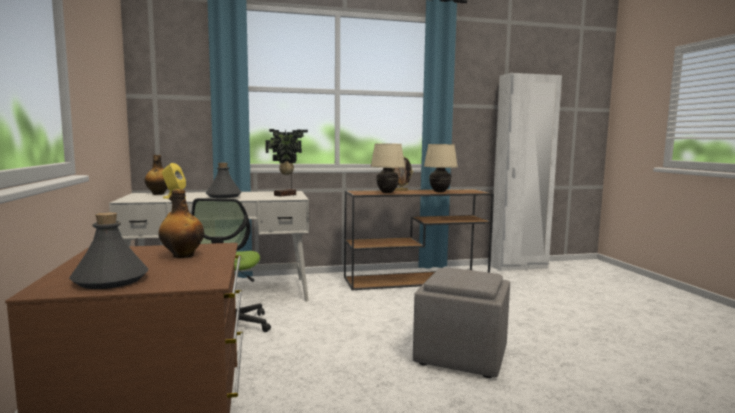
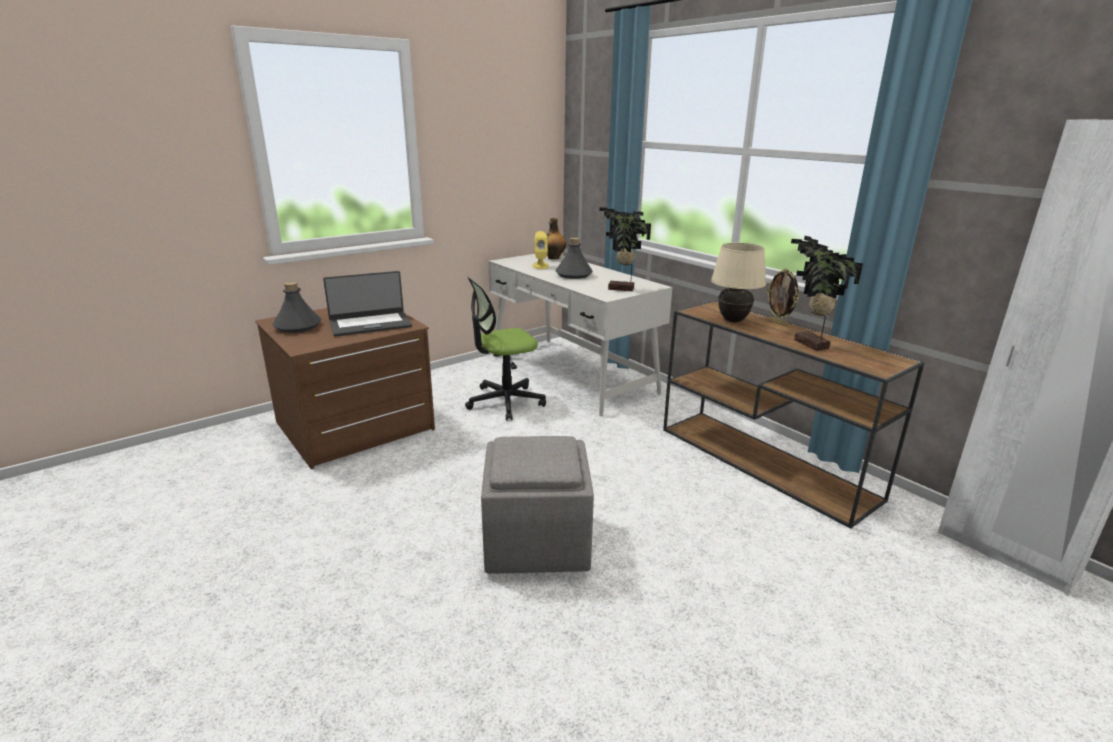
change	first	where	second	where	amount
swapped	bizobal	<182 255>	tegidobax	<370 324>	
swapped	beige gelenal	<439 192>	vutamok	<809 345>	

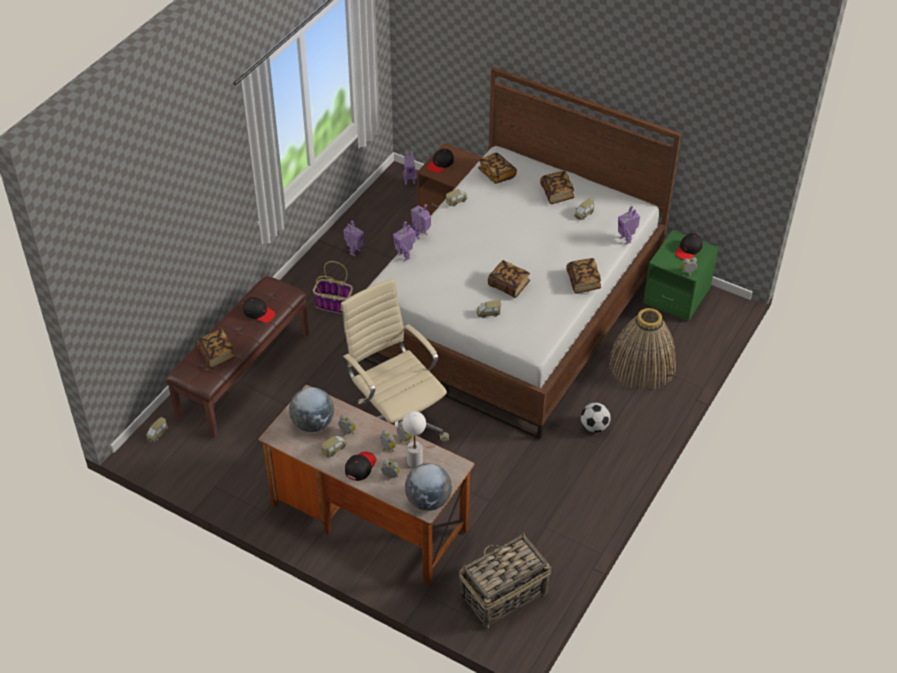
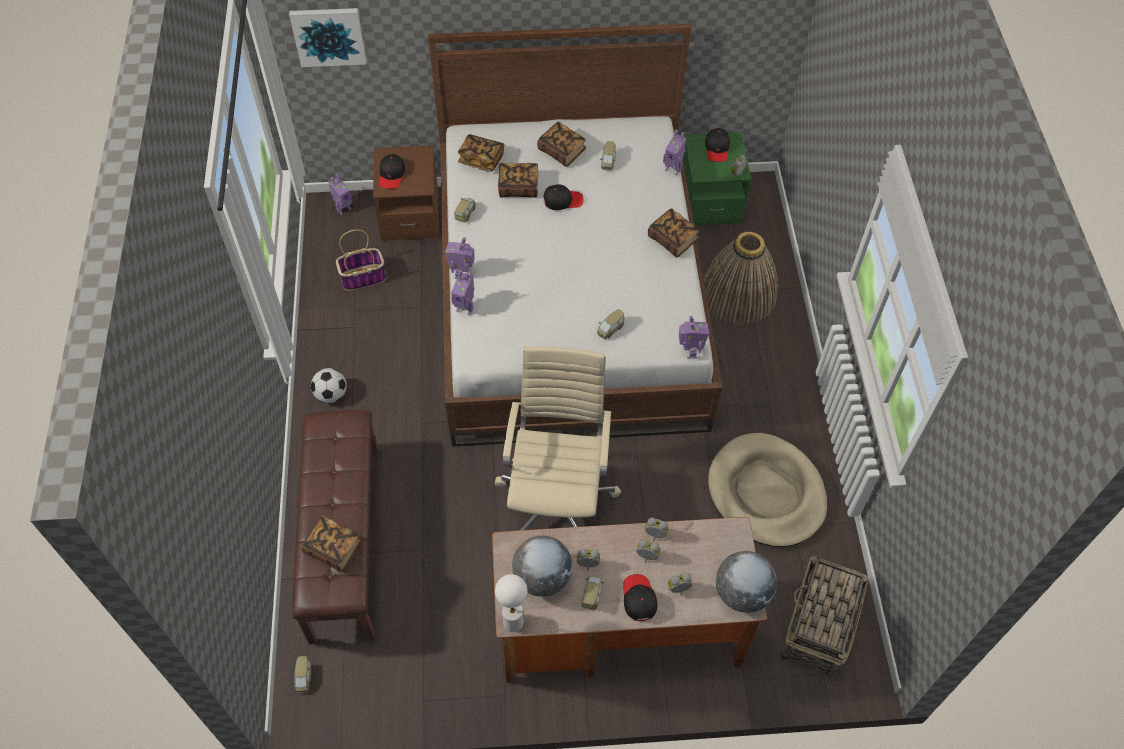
change	first	where	second	where	amount
shifted	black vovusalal	<259 313>		<562 200>	
shifted	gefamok	<334 304>		<363 277>	
rotated	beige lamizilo	<395 423>		<557 501>	75 degrees clockwise
shifted	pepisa	<354 252>		<690 352>	
shifted	white gelenal	<414 461>		<513 622>	
shifted	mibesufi	<508 285>		<518 187>	
shifted	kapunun	<594 426>		<331 394>	
new			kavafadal	<329 36>	
new			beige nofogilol	<766 493>	

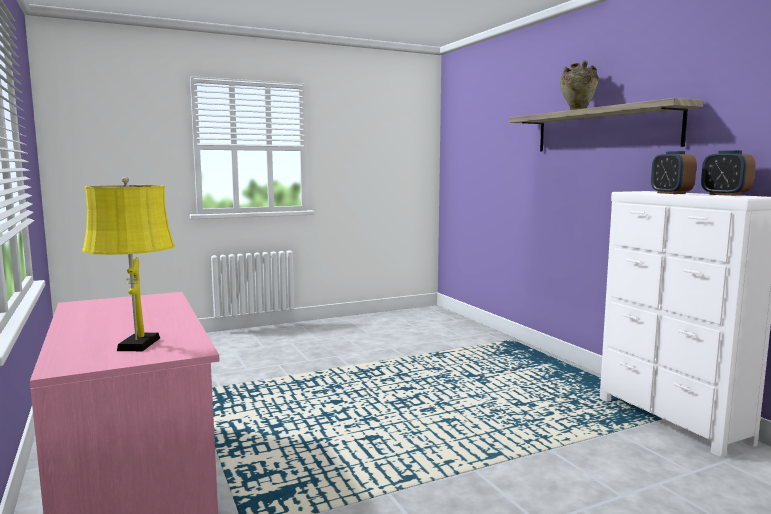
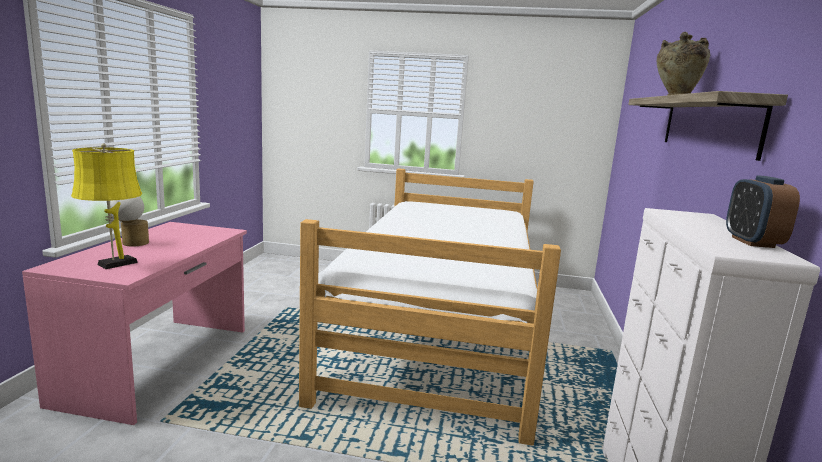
change	first	where	second	where	amount
gone	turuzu	<671 193>			
new			gelenal	<131 243>	
new			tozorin	<440 331>	

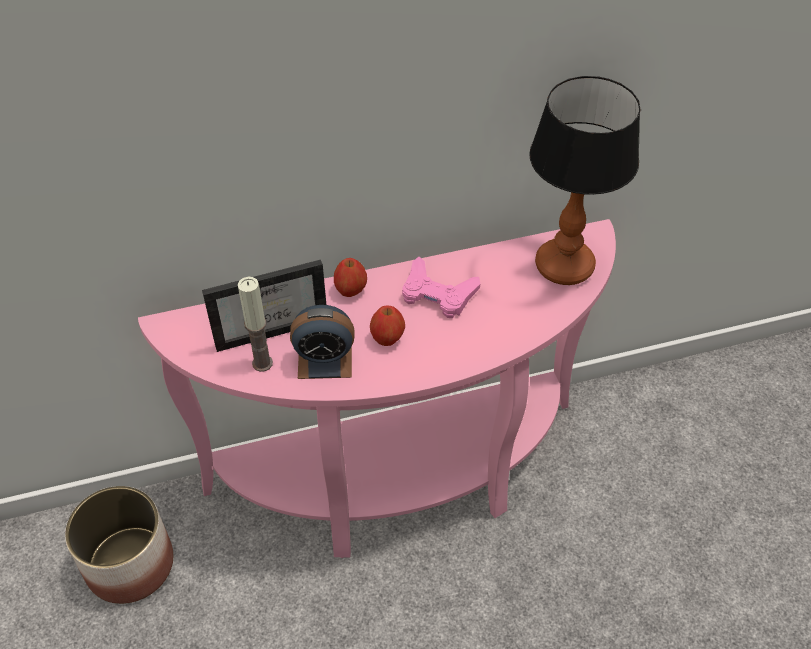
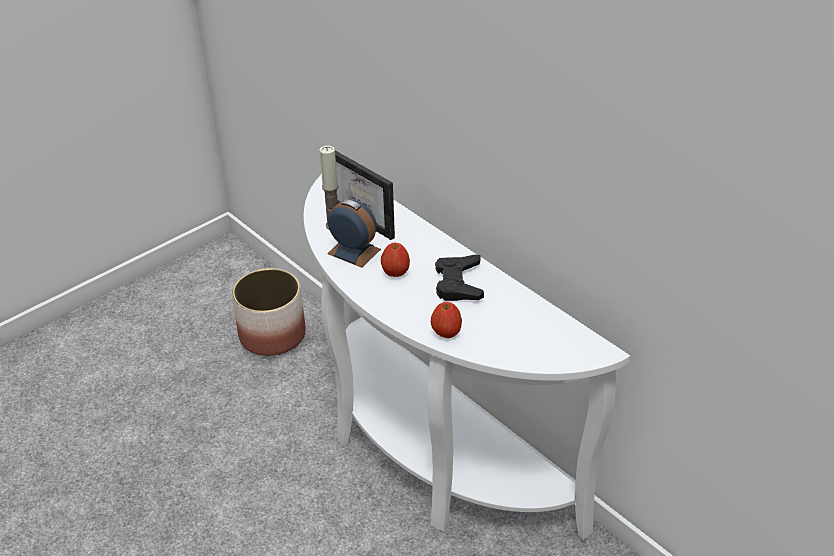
change	first	where	second	where	amount
repainted	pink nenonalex	<402 483>	white nenonalex	<427 453>	
rotated	turuzu	<325 361>		<354 251>	150 degrees clockwise
shifted	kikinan	<350 290>		<446 333>	
repainted	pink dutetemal	<437 294>	black dutetemal	<458 283>	
gone	gelenal	<563 267>			

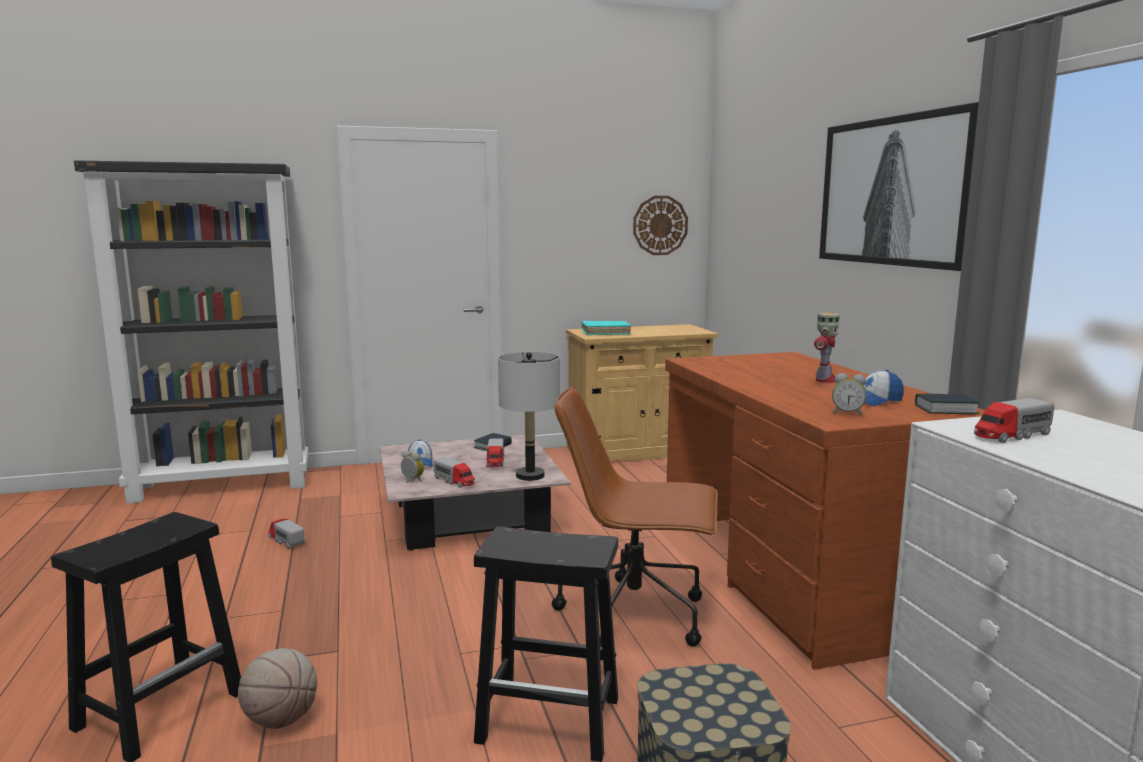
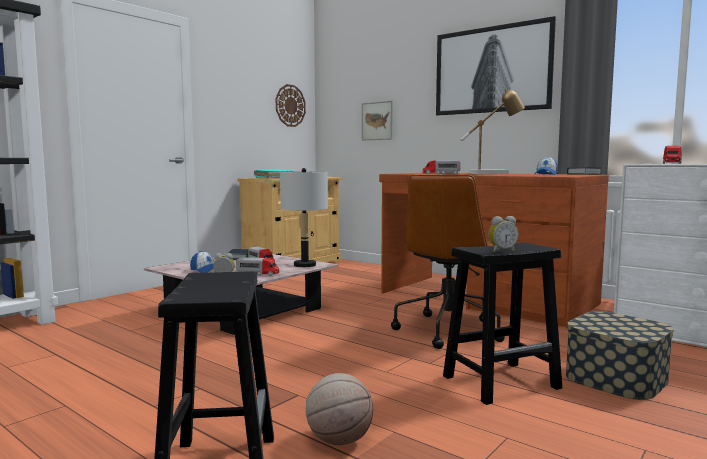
change	first	where	second	where	amount
shifted	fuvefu	<286 540>		<441 174>	
rotated	brown lamizilo	<636 615>		<447 330>	45 degrees counterclockwise
swapped	pepisa	<824 380>	gelenal	<493 173>	
shifted	turuzu	<847 413>		<501 251>	
new			kavafadal	<377 121>	

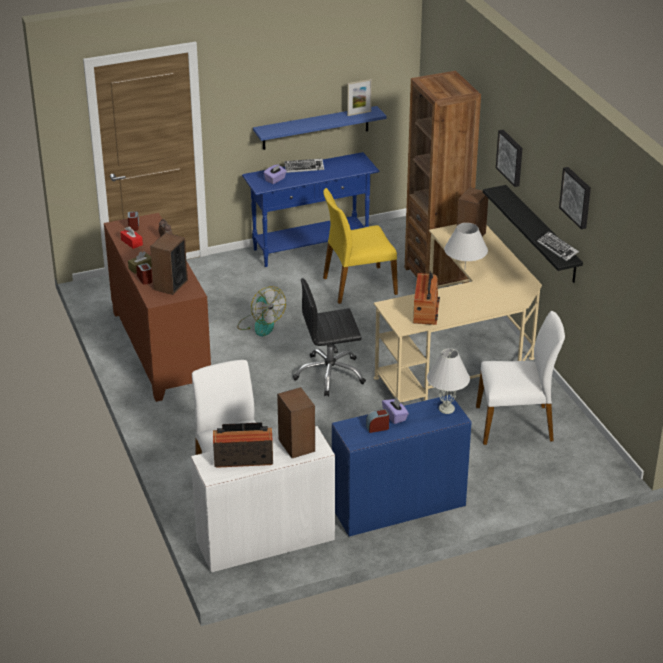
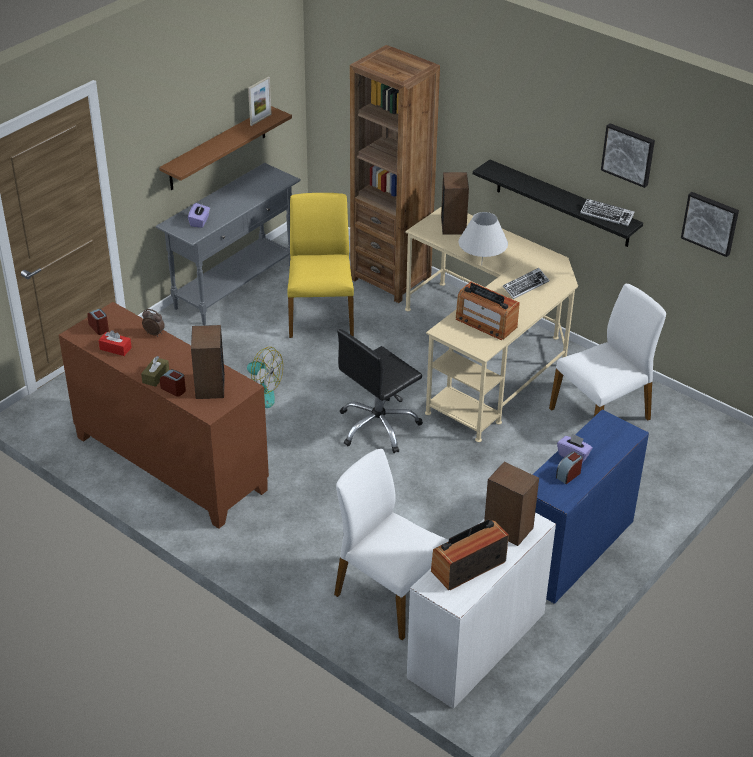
change	first	where	second	where	amount
repainted	blue nenonalex	<311 248>	grey nenonalex	<235 287>	
repainted	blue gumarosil	<315 128>	brown gumarosil	<217 149>	
shifted	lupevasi	<304 168>		<525 286>	
rotated	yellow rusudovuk	<358 285>		<320 314>	135 degrees clockwise
rotated	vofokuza	<426 310>		<486 323>	150 degrees clockwise
gone	white gelenal	<446 408>			
shifted	kavafadal	<511 157>		<710 223>	

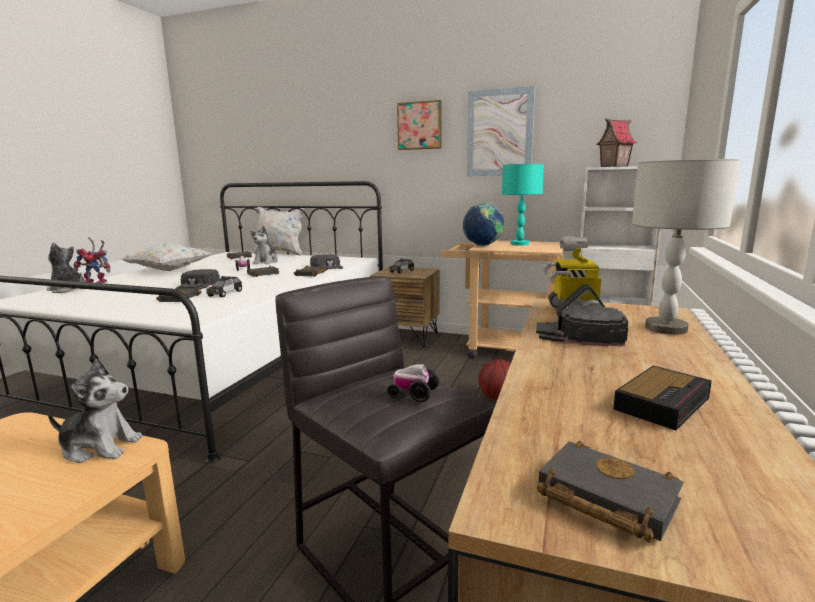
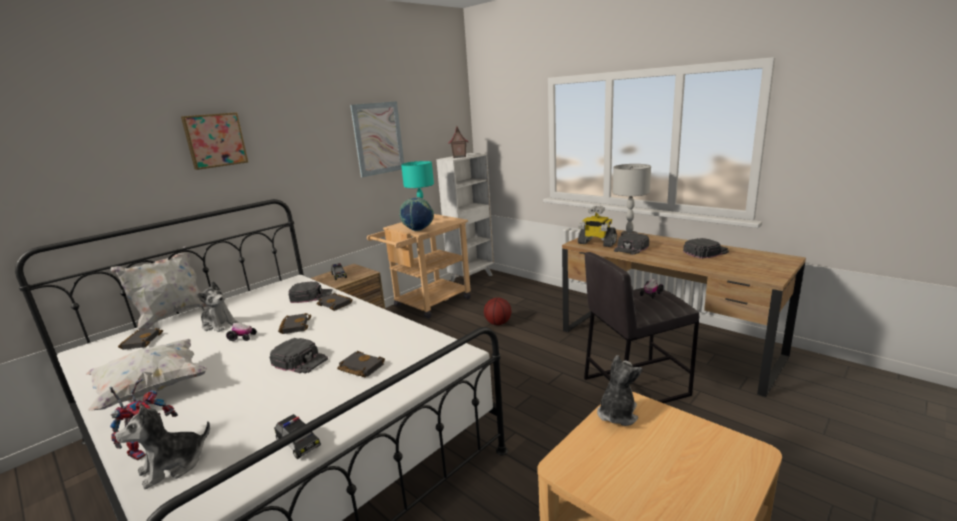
change	first	where	second	where	amount
shifted	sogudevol	<225 293>		<298 443>	
shifted	kavafadal	<420 126>		<215 140>	
gone	black mibesufi	<602 497>			
swapped	turuzu	<663 403>	black vovusalal	<705 252>	

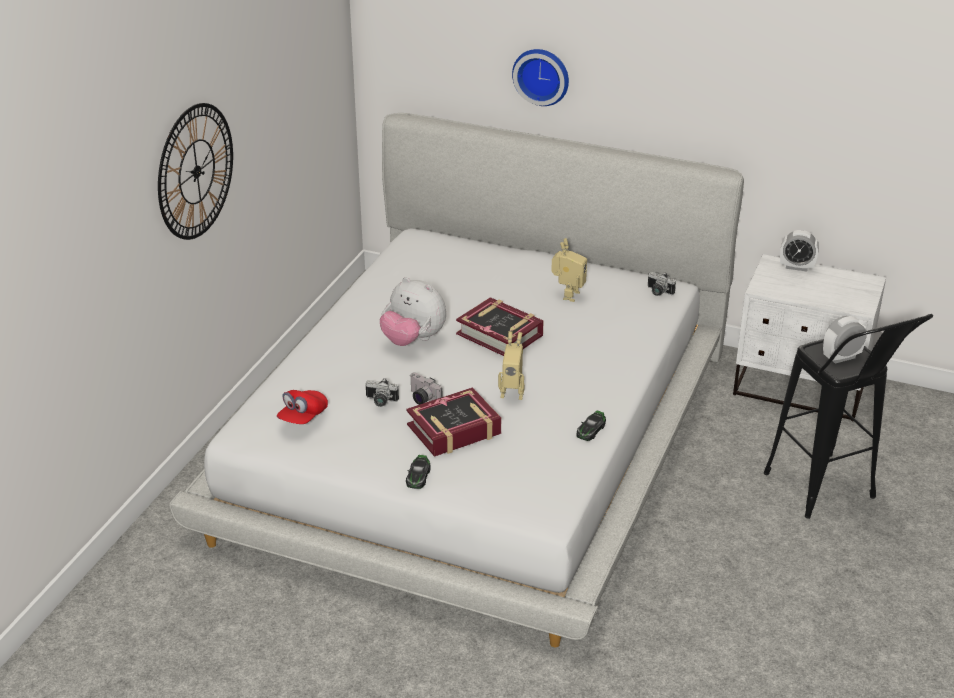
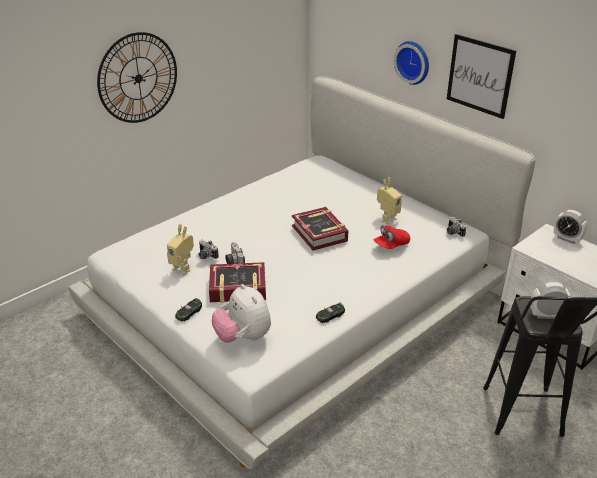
change	first	where	second	where	amount
shifted	red vovusalal	<303 417>		<391 245>	
shifted	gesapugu	<413 340>		<243 337>	
shifted	pepisa	<512 392>		<183 268>	
new			kavafadal	<480 76>	

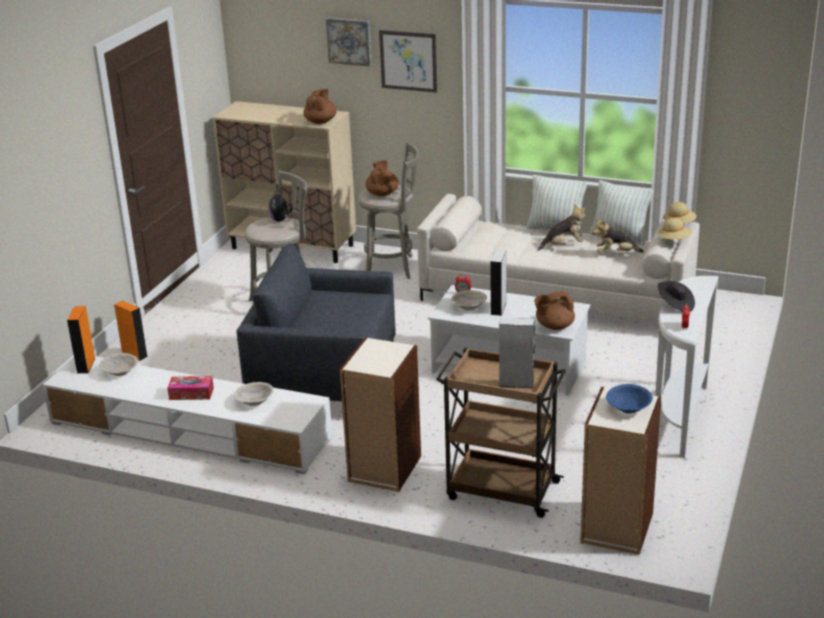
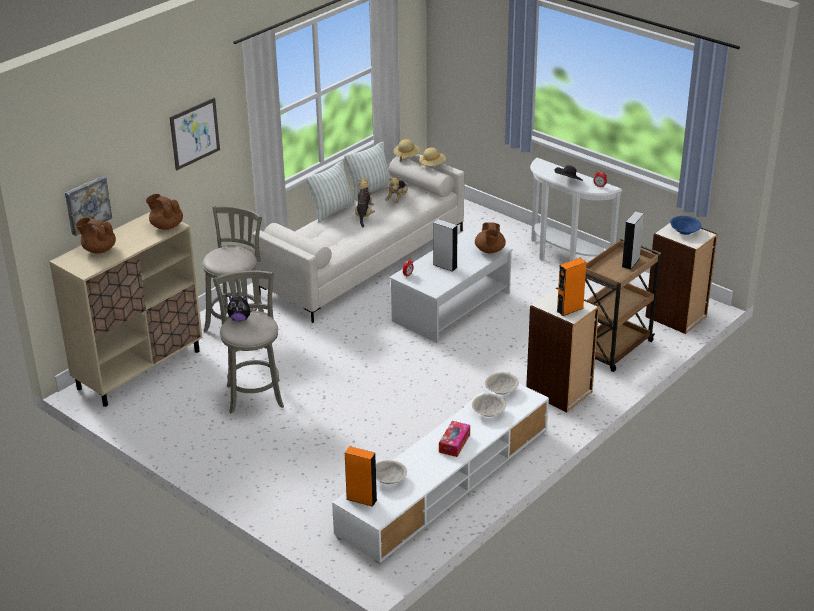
change	first	where	second	where	amount
shifted	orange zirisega	<134 354>		<570 309>	
gone	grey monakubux	<323 379>			
shifted	kavafadal	<349 41>		<87 204>	
shifted	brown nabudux	<382 193>		<99 249>	
shifted	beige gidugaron	<469 307>		<501 390>	

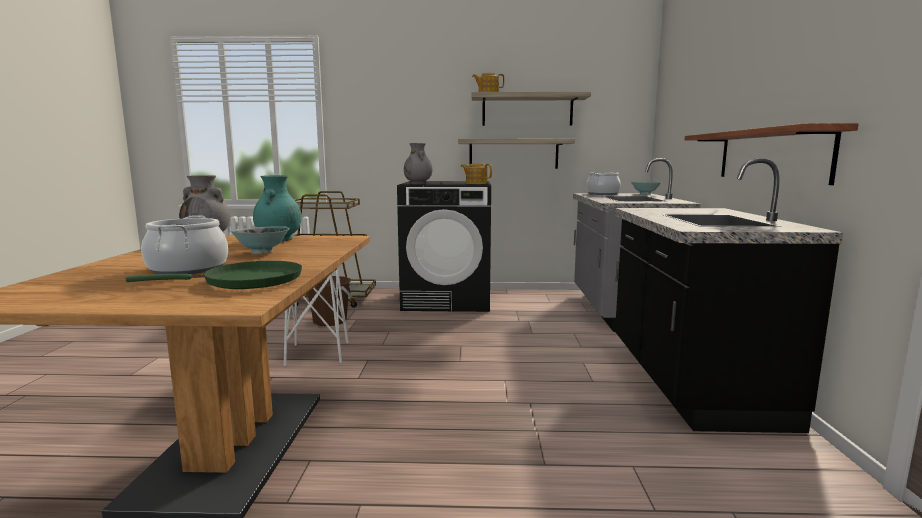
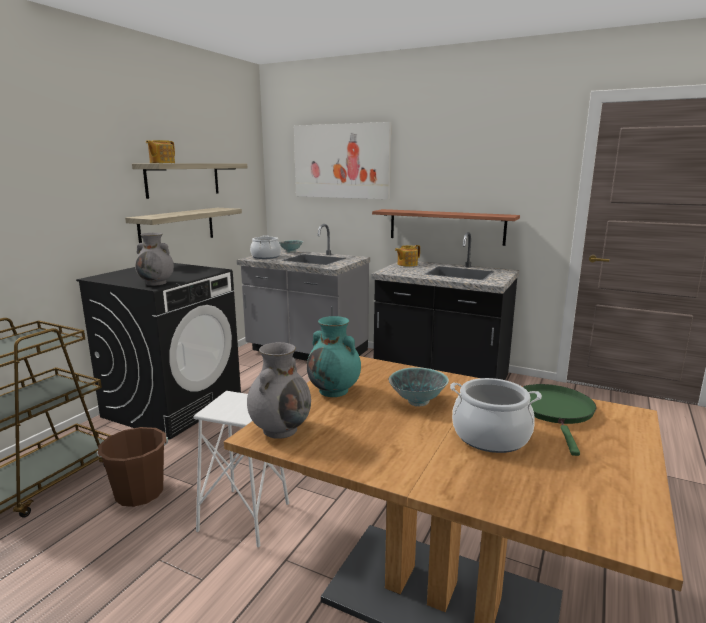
change	first	where	second	where	amount
shifted	nabudux	<476 183>		<406 264>	
new			kavafadal	<341 161>	

